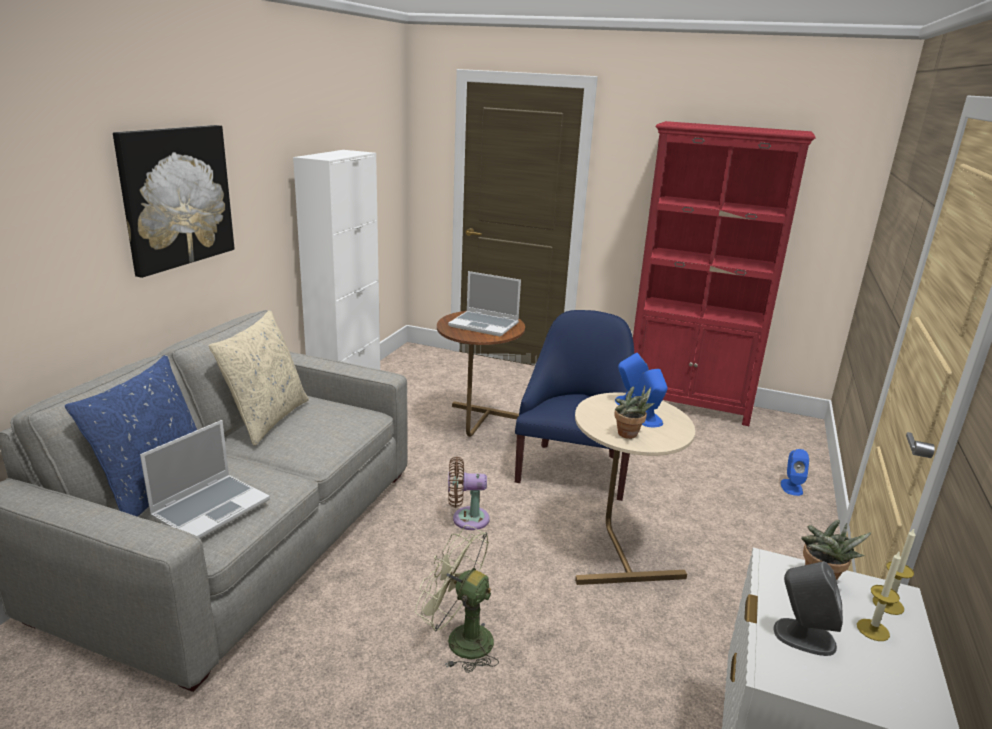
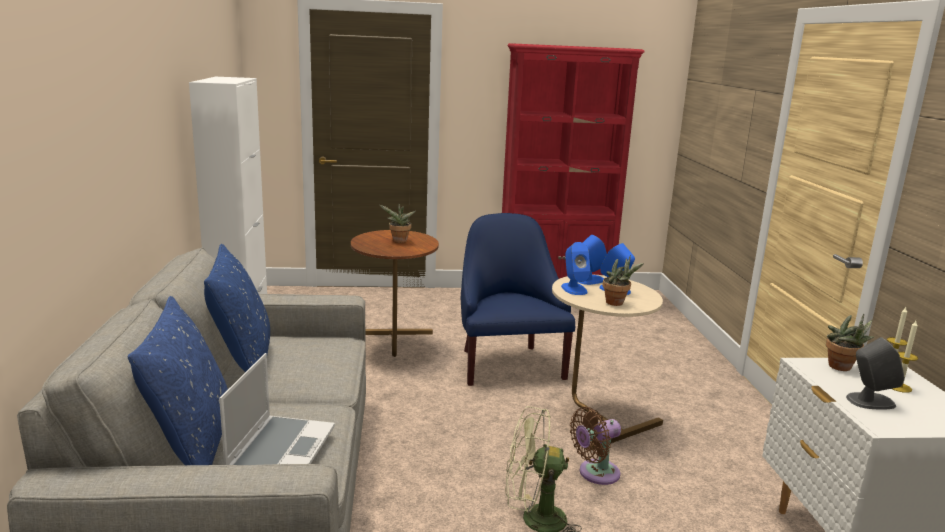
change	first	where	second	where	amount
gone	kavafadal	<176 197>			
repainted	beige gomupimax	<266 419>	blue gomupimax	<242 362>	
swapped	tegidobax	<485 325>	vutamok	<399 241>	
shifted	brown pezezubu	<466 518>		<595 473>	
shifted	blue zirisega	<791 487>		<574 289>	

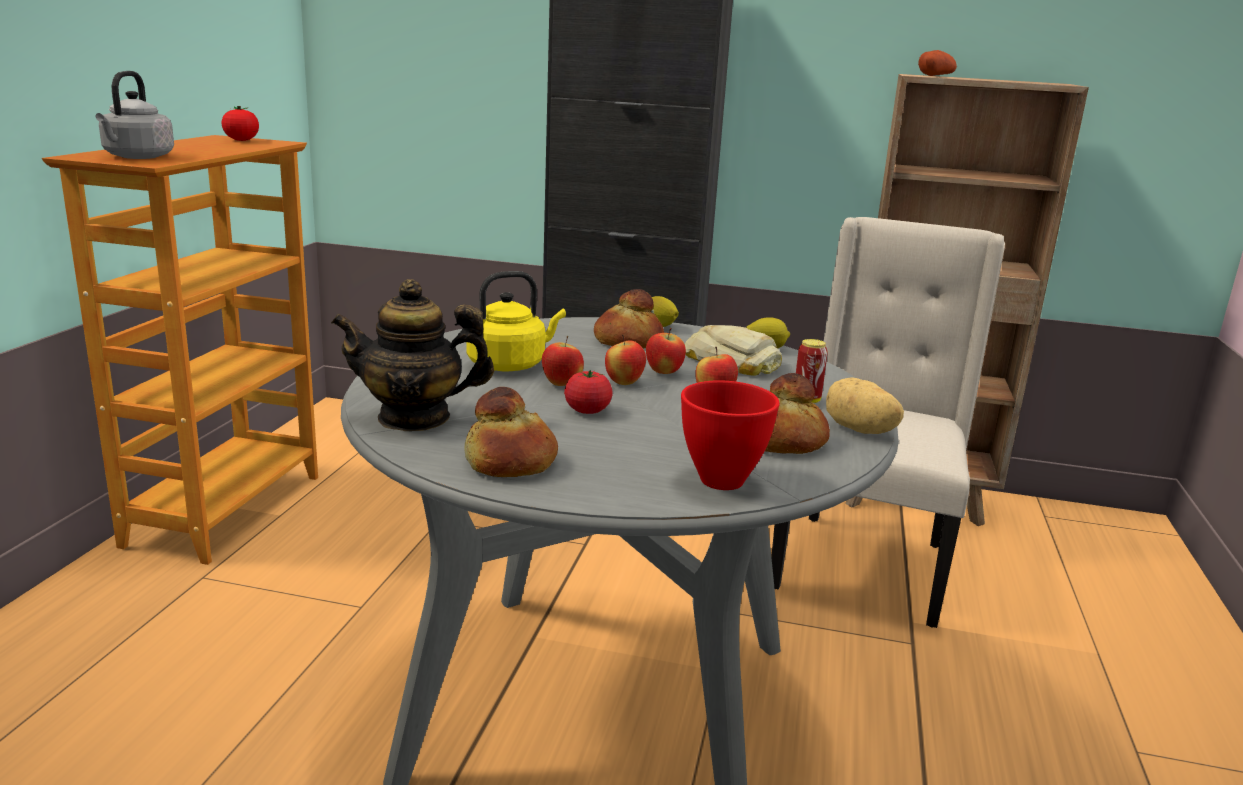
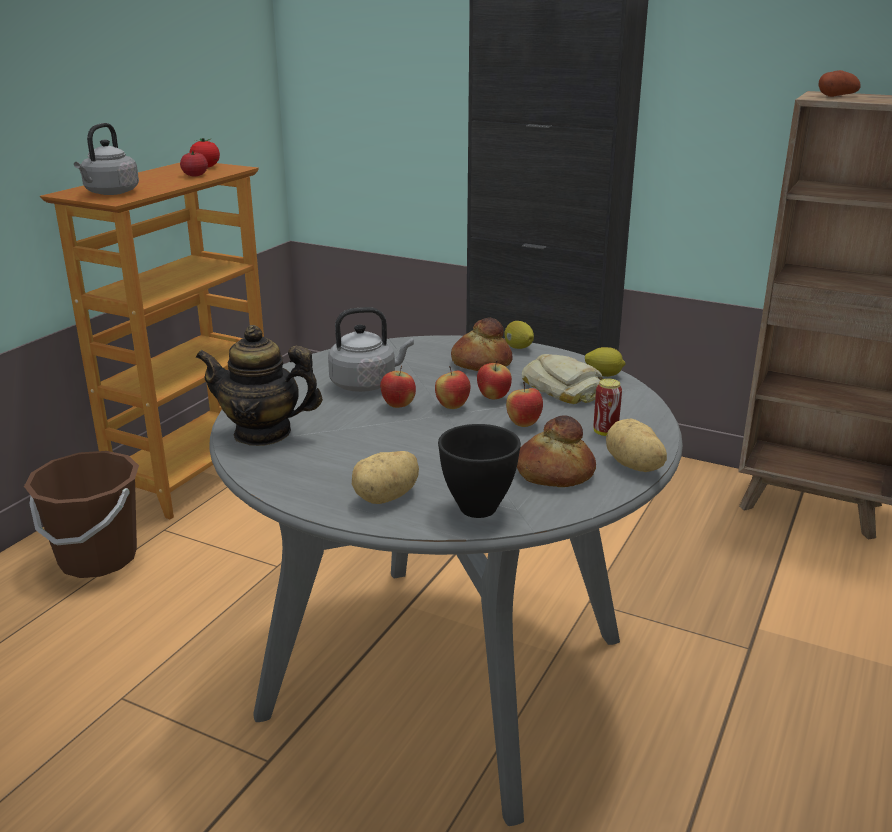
change	first	where	second	where	amount
gone	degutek	<512 461>			
repainted	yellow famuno	<510 365>	grey famuno	<366 384>	
shifted	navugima	<587 410>		<195 175>	
repainted	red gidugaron	<719 480>	black gidugaron	<476 507>	
gone	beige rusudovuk	<862 564>			
new			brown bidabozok	<98 558>	
new			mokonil	<387 497>	

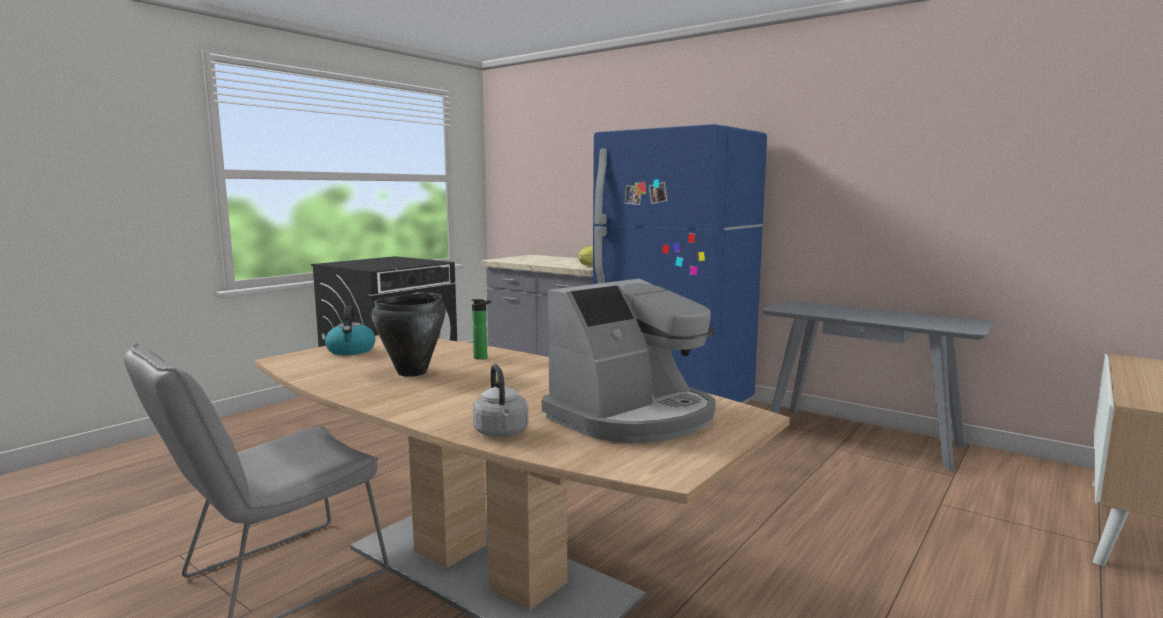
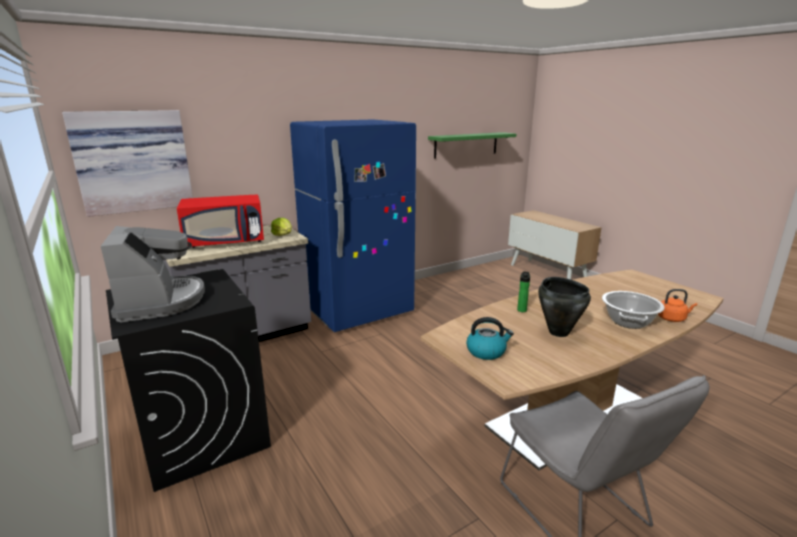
change	first	where	second	where	amount
repainted	grey famuno	<501 433>	orange famuno	<672 318>	
shifted	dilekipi	<633 416>		<160 301>	
gone	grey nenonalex	<862 437>			
new			kavafadal	<133 161>	
new			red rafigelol	<226 242>	
new			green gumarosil	<466 145>	
new			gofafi	<628 322>	

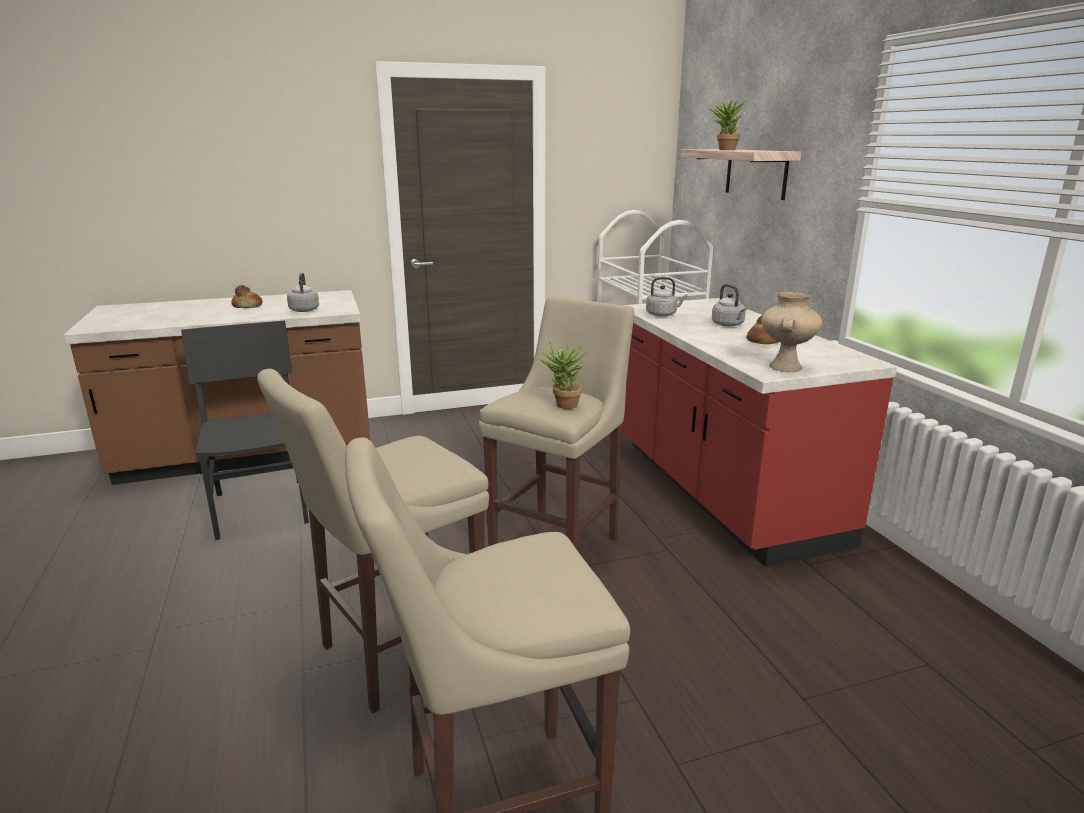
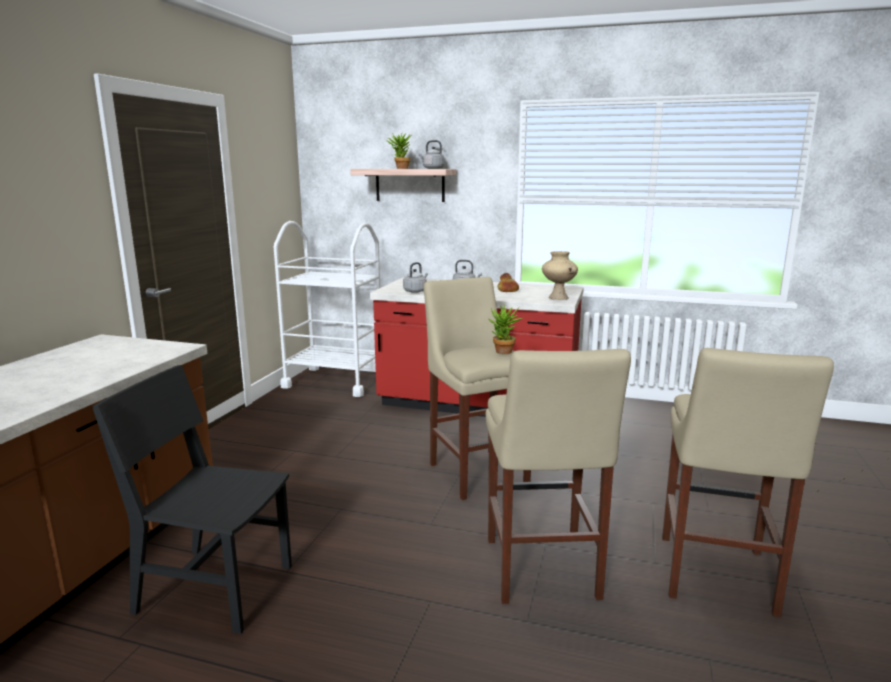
change	first	where	second	where	amount
gone	degutek	<248 306>			
shifted	grey famuno	<304 310>		<432 168>	

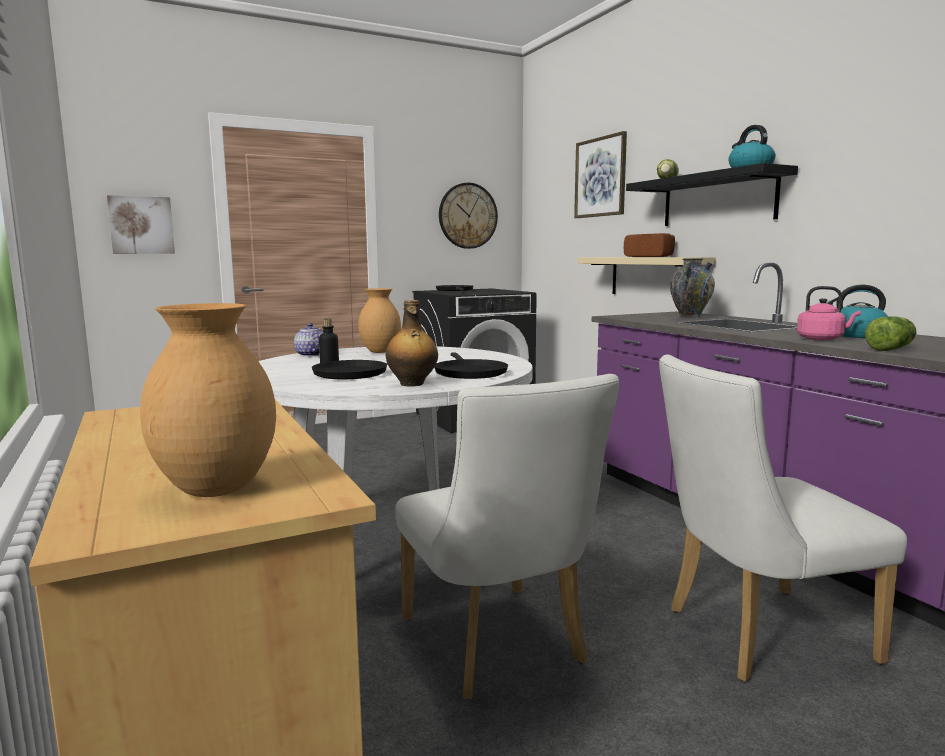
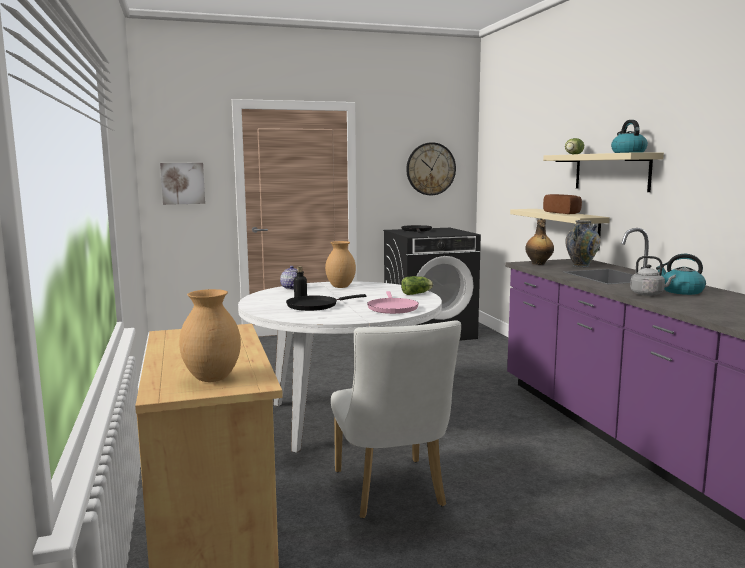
change	first	where	second	where	amount
shifted	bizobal	<412 384>		<538 264>	
repainted	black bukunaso	<469 373>	pink bukunaso	<392 308>	
gone	kavafadal	<600 177>			
repainted	black gumarosil	<717 200>	beige gumarosil	<611 172>	
gone	white rusudovuk	<754 635>			
repainted	pink famuno	<822 339>	grey famuno	<648 294>	
shifted	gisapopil	<892 349>		<417 293>	

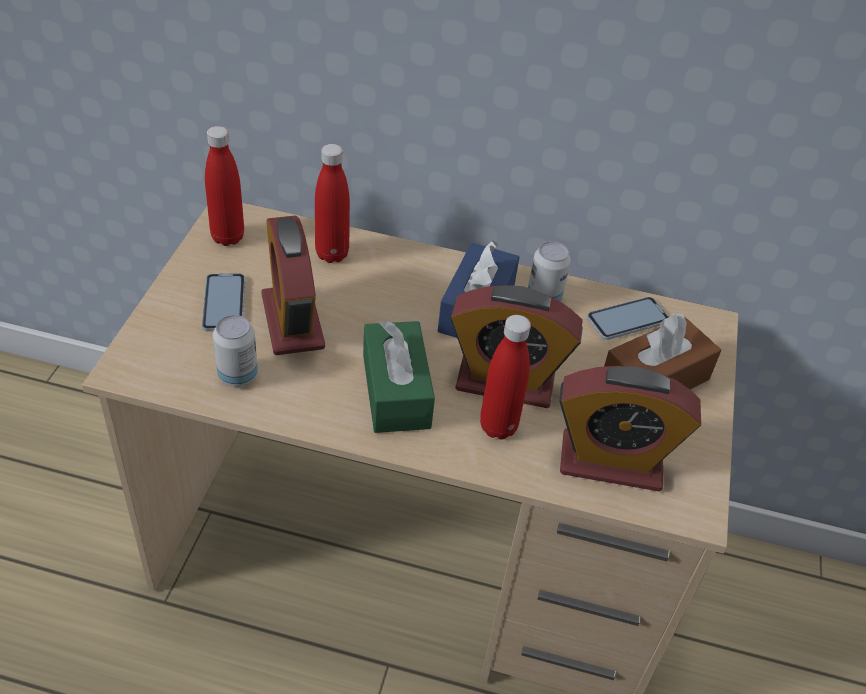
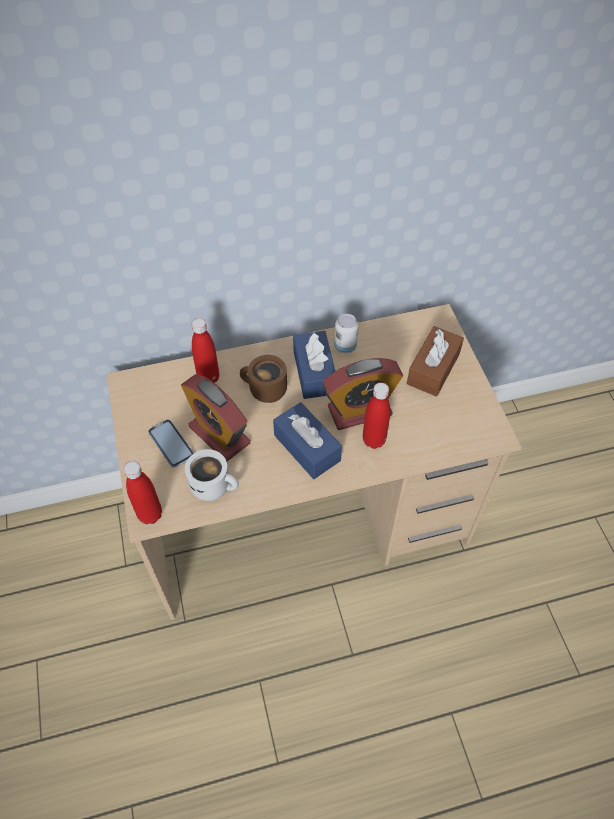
change	first	where	second	where	amount
shifted	red bizobal	<228 237>		<150 514>	
swapped	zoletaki	<238 375>	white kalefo	<214 485>	
repainted	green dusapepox	<396 391>	blue dusapepox	<307 447>	
gone	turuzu	<610 462>			
gone	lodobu	<627 320>			
new			brown kalefo	<264 391>	

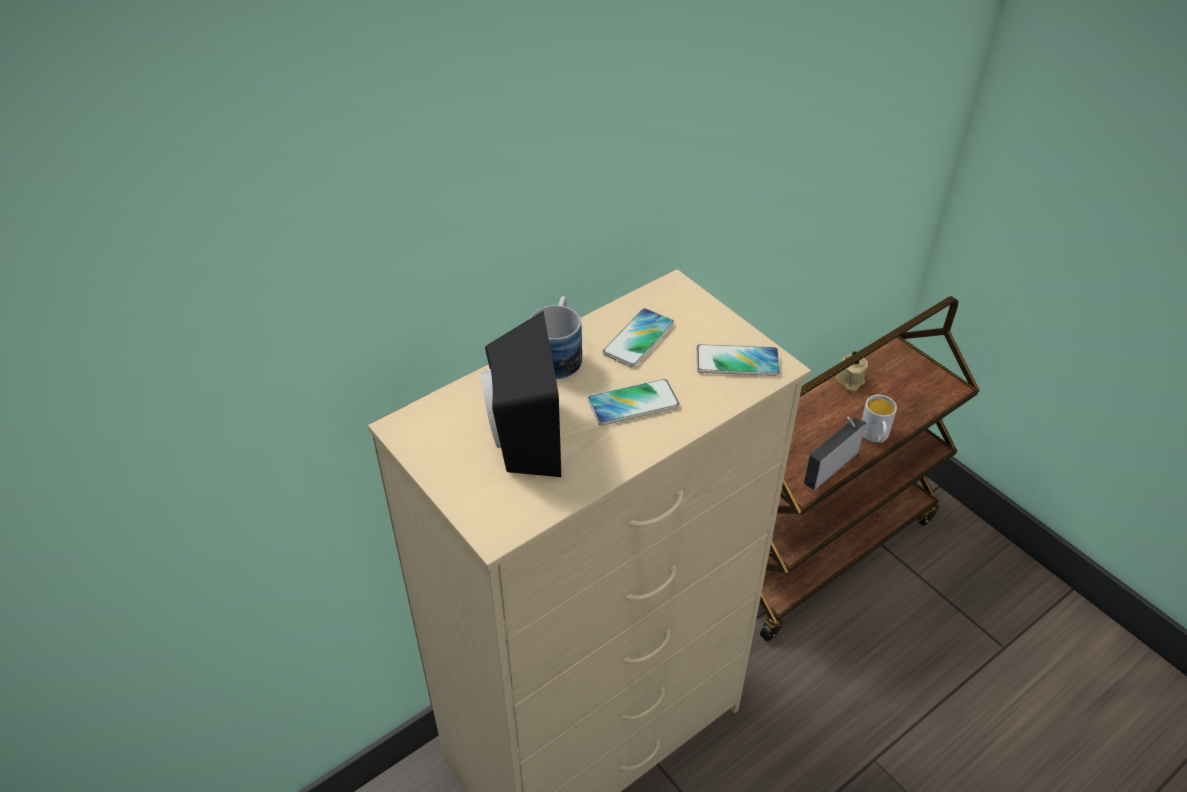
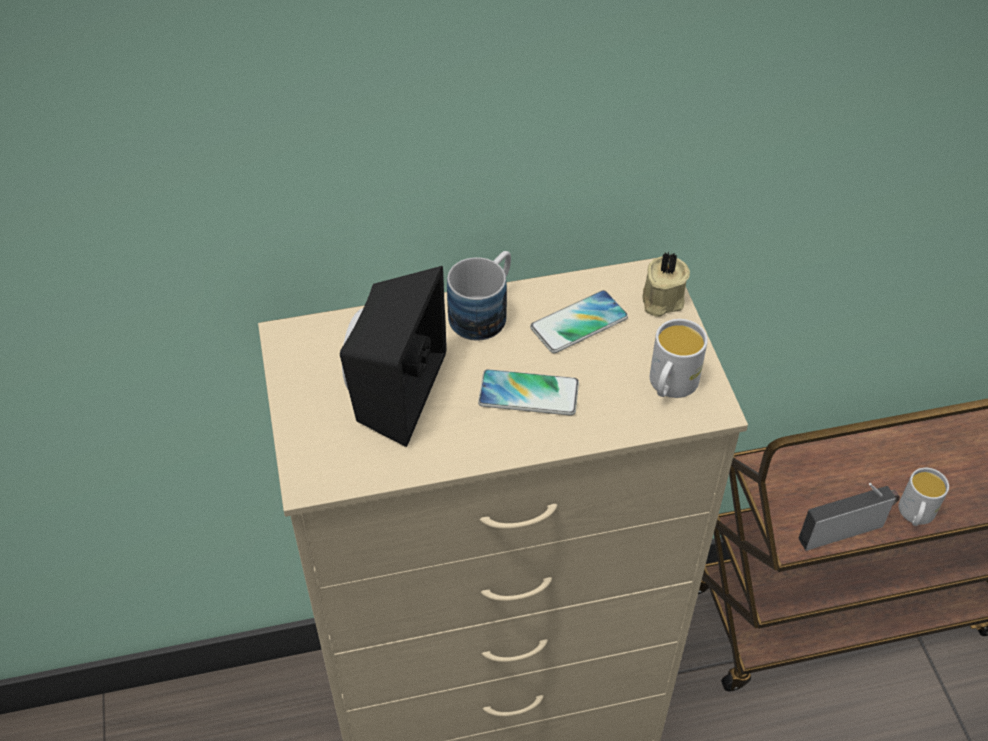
change	first	where	second	where	amount
swapped	lodobu	<737 362>	white kalefo	<670 386>	
shifted	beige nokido	<849 381>		<661 300>	

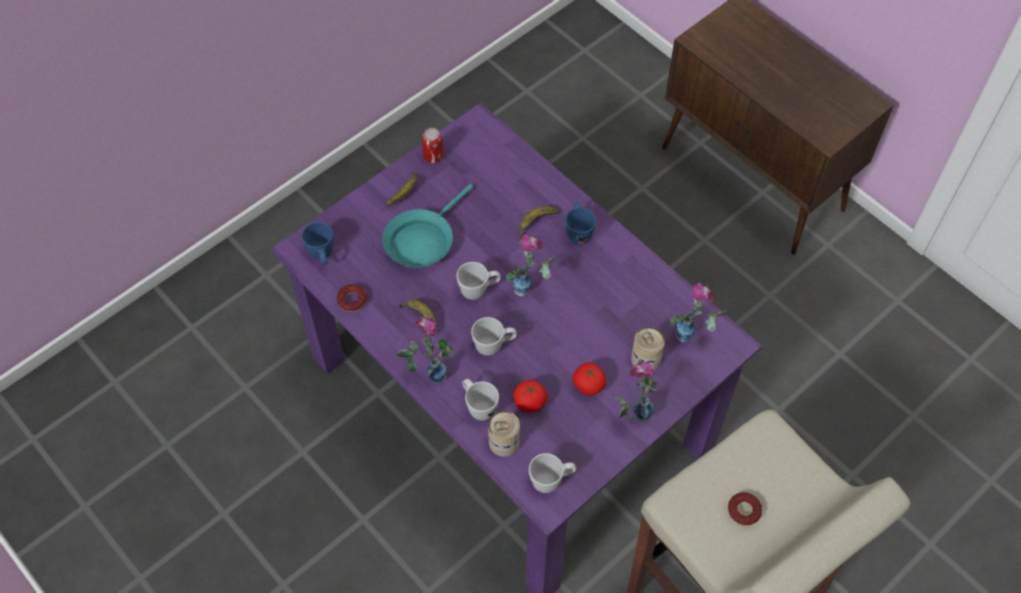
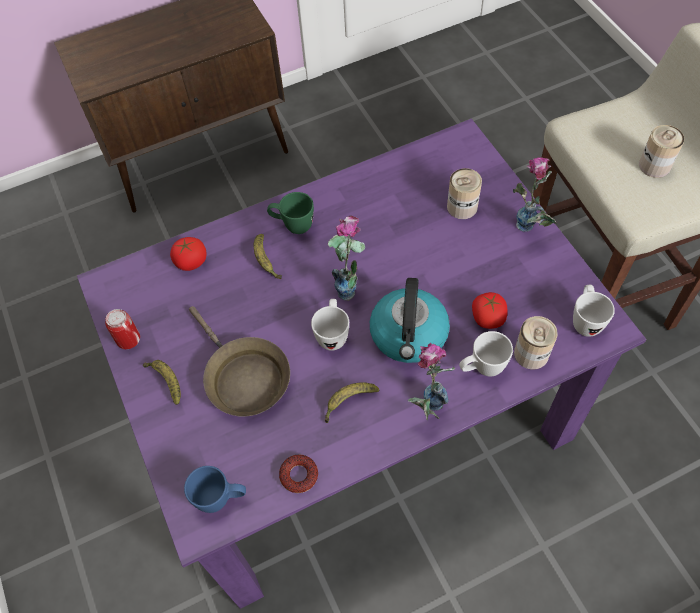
change	first	where	second	where	amount
repainted	turquoise bukunaso	<422 241>	brown bukunaso	<243 377>	
swapped	white kalefo	<494 346>	famuno	<409 335>	
repainted	blue kalefo	<578 232>	green kalefo	<292 225>	
shifted	navugima	<588 385>		<191 262>	
gone	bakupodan	<694 339>			
swapped	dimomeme	<744 510>	zoletaki	<654 165>	

